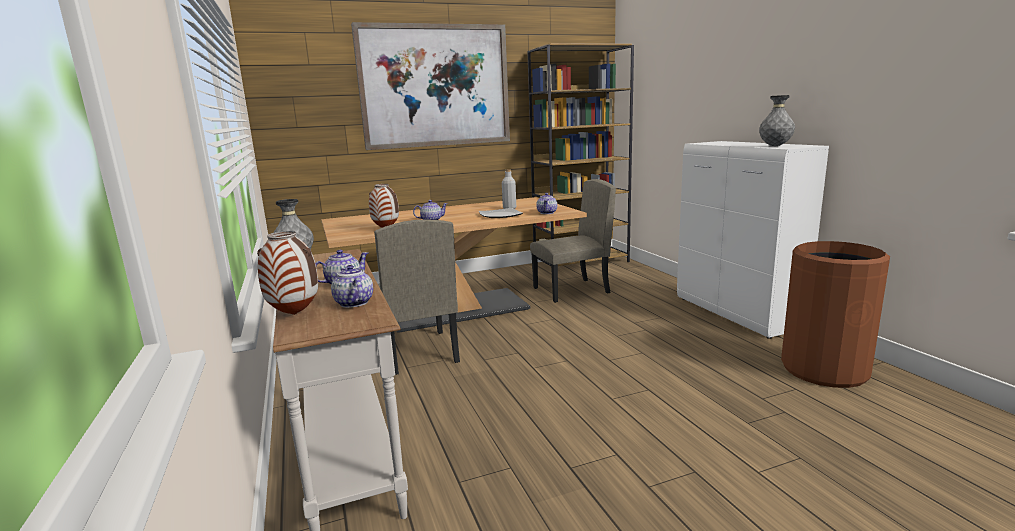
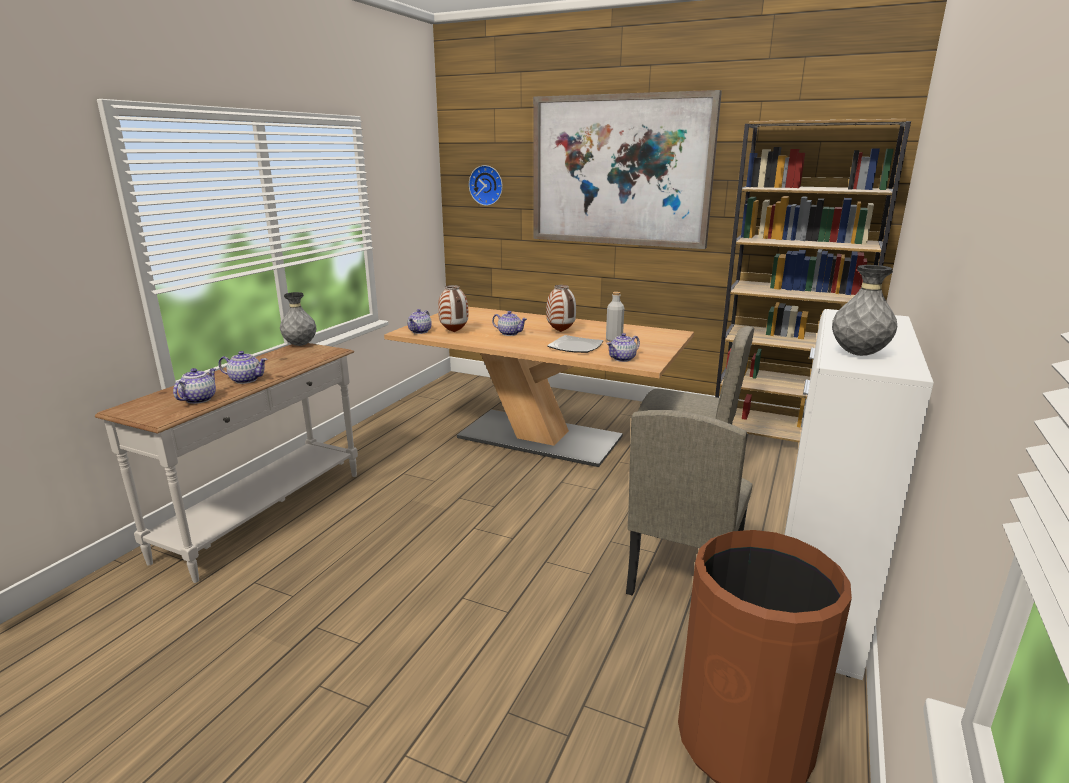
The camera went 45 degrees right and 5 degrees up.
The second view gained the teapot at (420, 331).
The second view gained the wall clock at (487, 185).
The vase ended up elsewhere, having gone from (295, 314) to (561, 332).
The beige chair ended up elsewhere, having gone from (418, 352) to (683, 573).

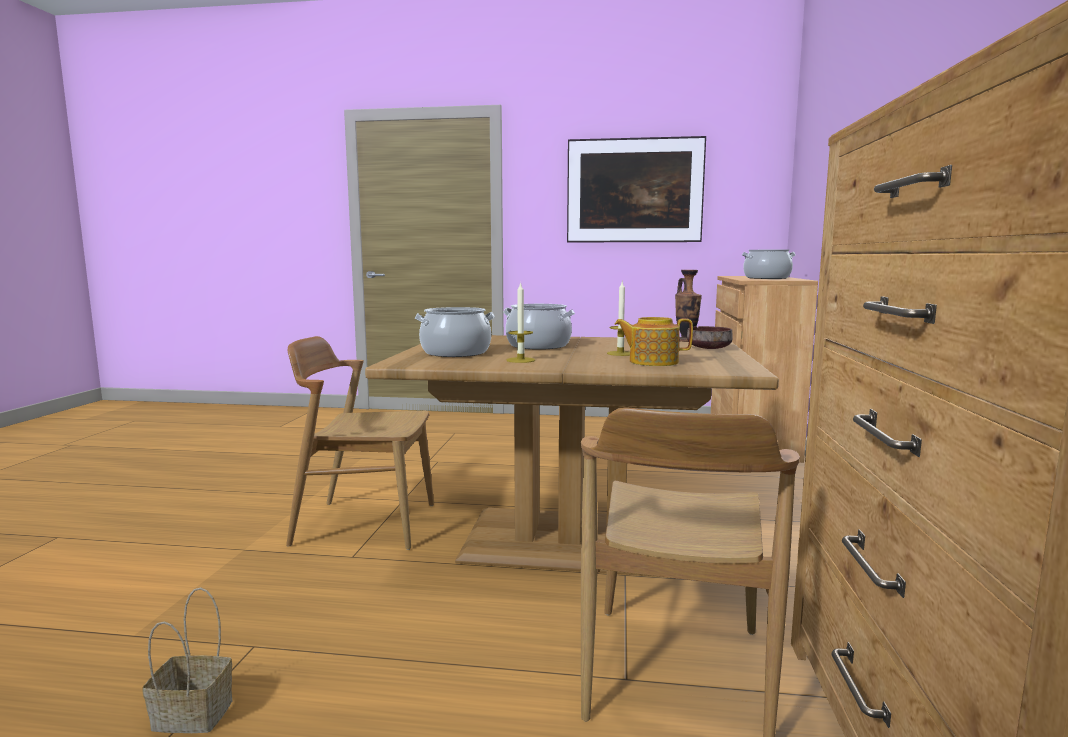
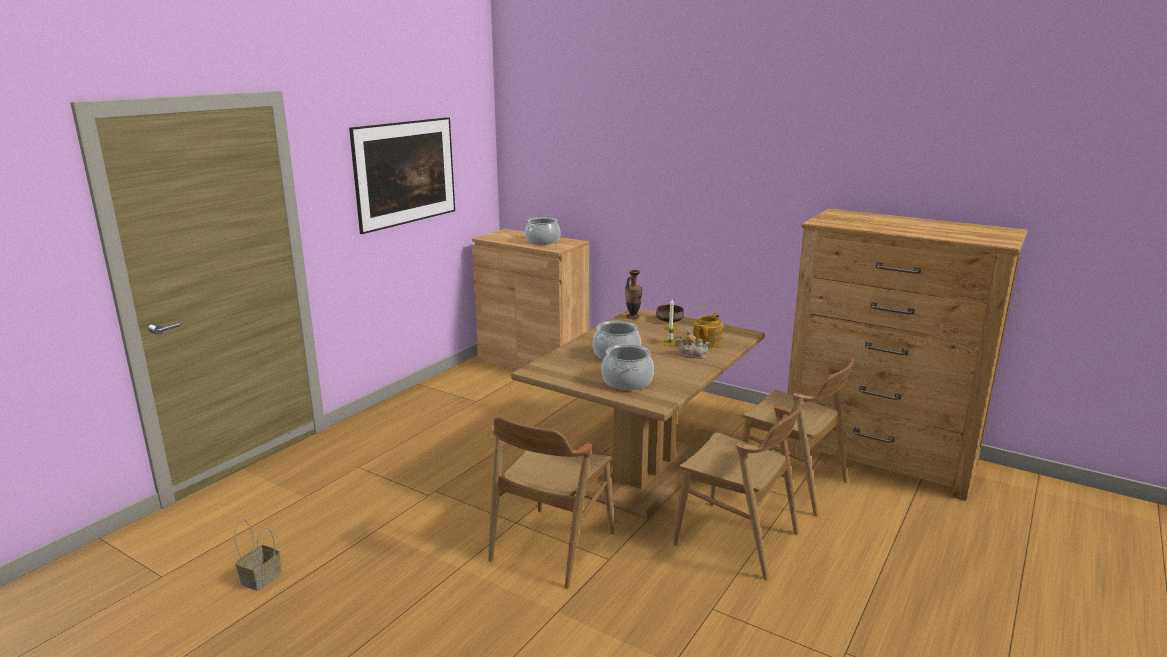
The camera went 65 degrees left and 10 degrees up.
The basket ended up elsewhere, having gone from (196, 714) to (261, 577).
The second view gained the brown chair at (736, 539).
The second view gained the teapot at (692, 355).
The second view lost the candle at (520, 360).

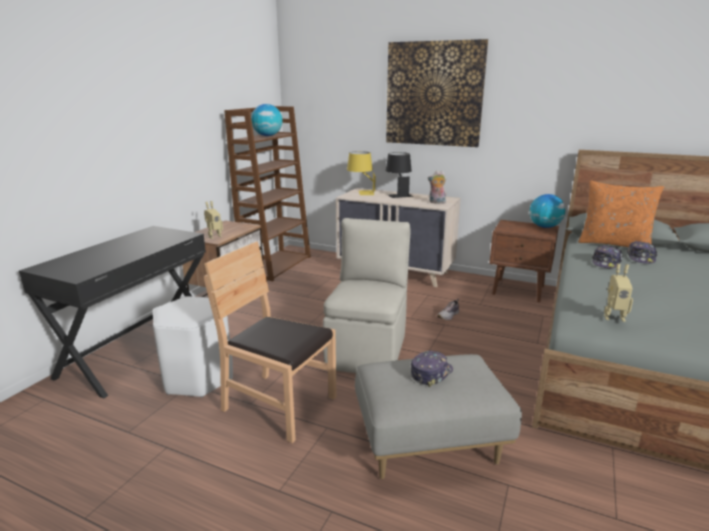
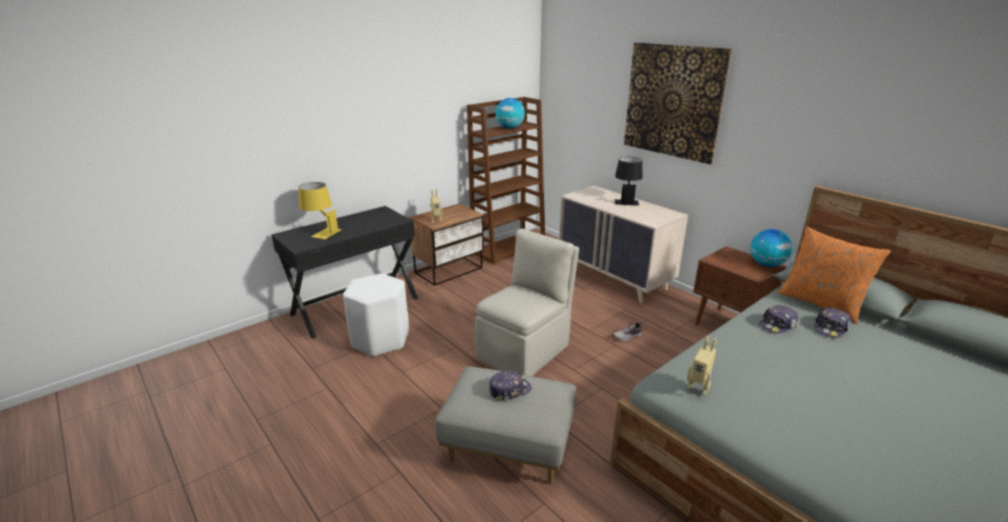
The camera went 25 degrees right and 5 degrees up.
The yellow table lamp ended up elsewhere, having gone from (361, 192) to (321, 232).
The second view lost the brown chair at (279, 404).
The second view lost the plush toy at (436, 202).

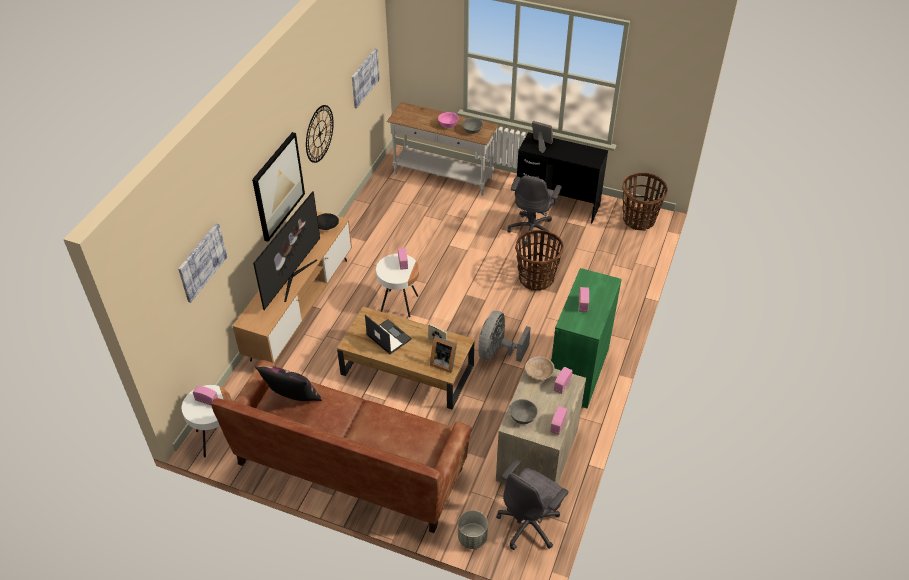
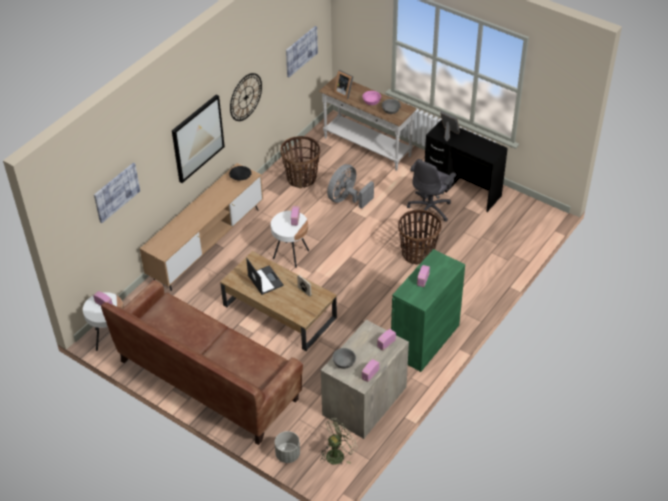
The camera went 15 degrees right and 0 degrees up.
The basket ended up elsewhere, having gone from (638, 220) to (301, 178).
Where the grey office chair stood at (529, 524), the green fan came to stand at (338, 454).
The grey fan ended up elsewhere, having gone from (497, 352) to (347, 199).
The picture frame ended up elsewhere, having gone from (443, 362) to (344, 92).
The second view lost the television at (292, 278).
The second view lost the pillow at (293, 398).
The second view lost the beige bowl at (539, 372).

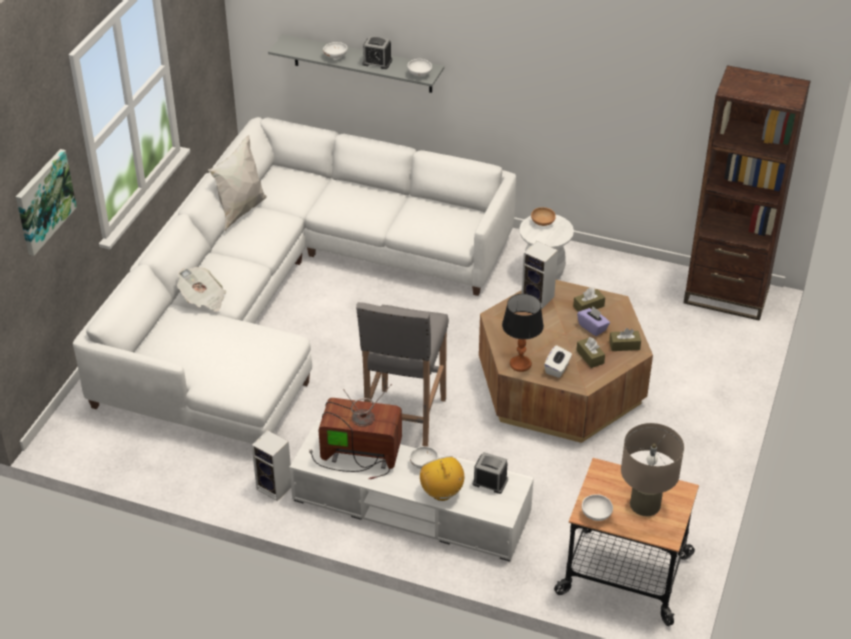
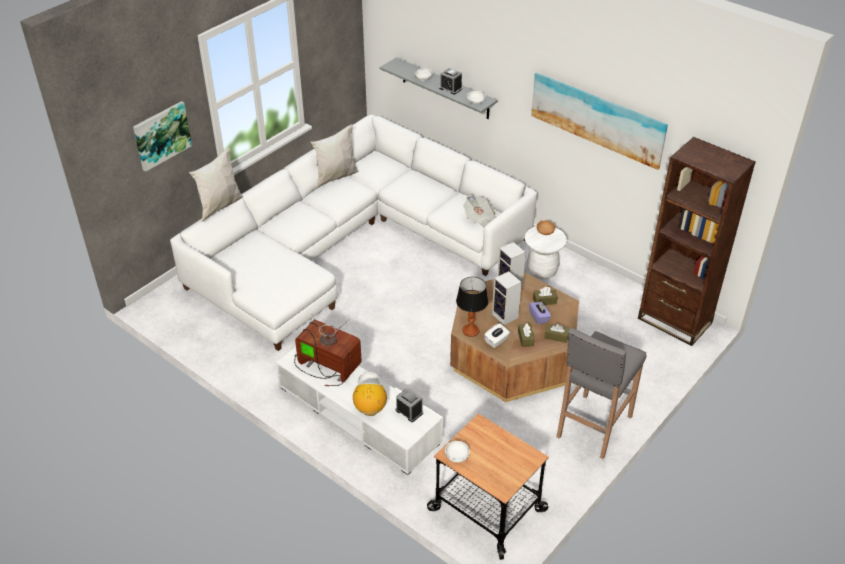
The camera went 20 degrees right and 0 degrees up.
The second view gained the white pillow at (220, 206).
The newspaper ended up elsewhere, having gone from (203, 299) to (479, 219).
The speaker ended up elsewhere, having gone from (276, 488) to (506, 316).
The second view gained the picture at (597, 118).
The grey stool ended up elsewhere, having gone from (404, 423) to (593, 427).
The second view lost the beige table lamp at (645, 504).

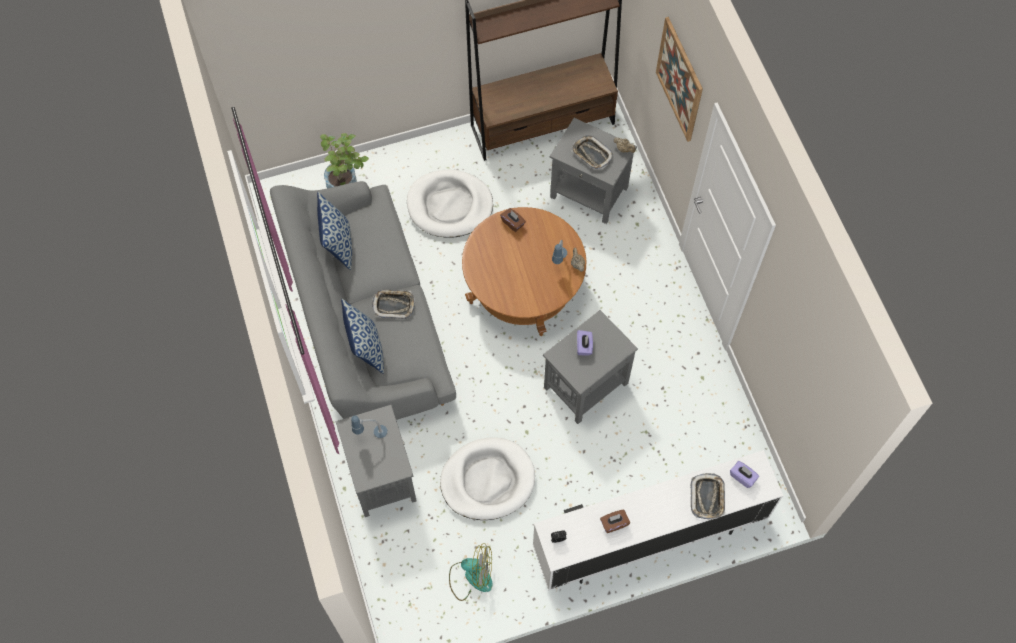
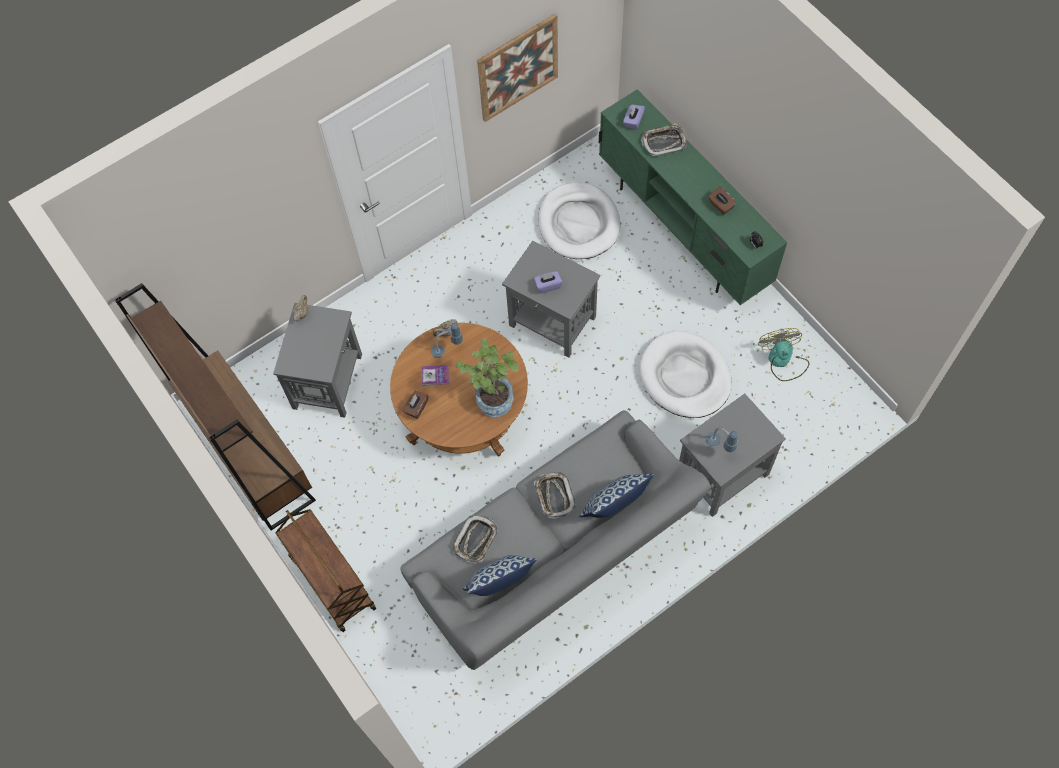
The camera went 105 degrees left and 0 degrees up.
The second view gained the brown cart at (331, 582).
The second view gained the book at (435, 375).
The tray ended up elsewhere, having gone from (591, 154) to (476, 540).
The potted plant ended up elsewhere, having gone from (346, 184) to (492, 396).
The picture ended up elsewhere, having gone from (679, 79) to (518, 67).
The white dog bed ended up elsewhere, having gone from (449, 206) to (578, 223).
What was the white tv stand at (647, 539) turned into the green tv stand at (683, 230).

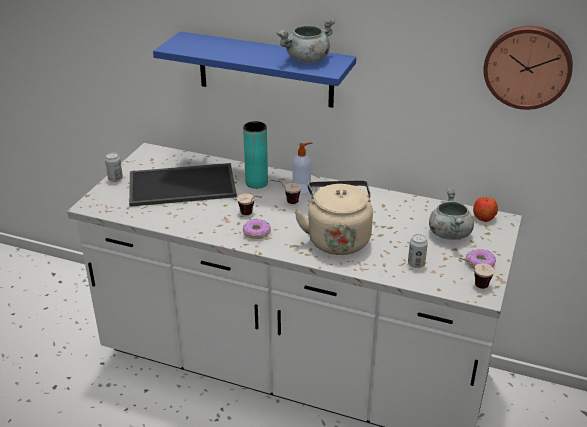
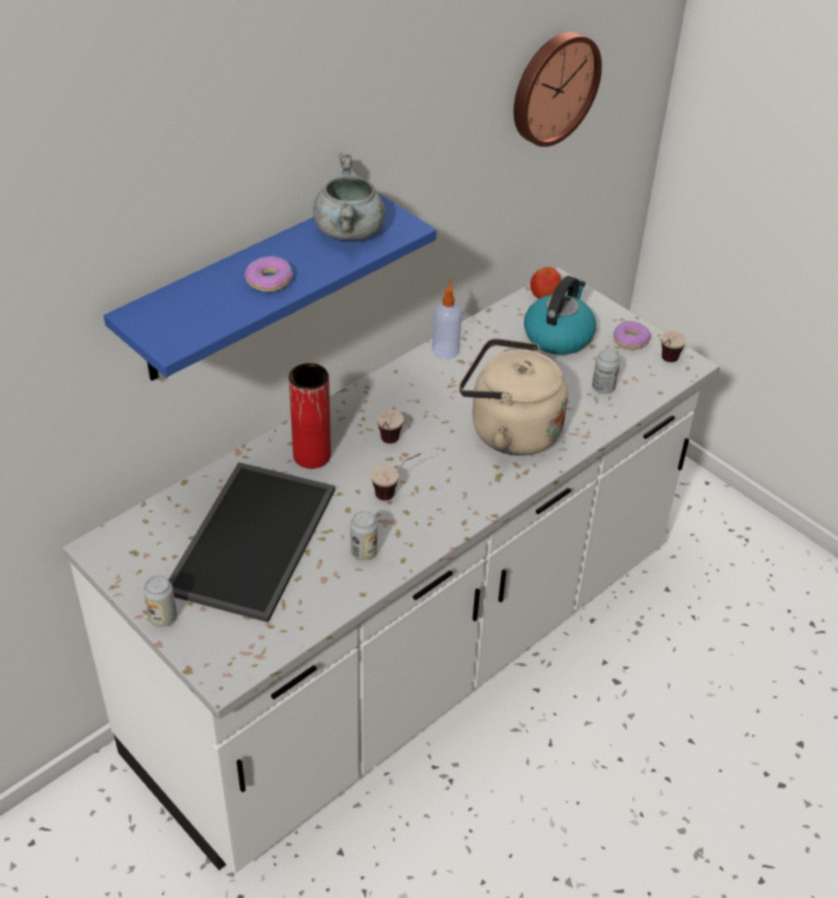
The camera went 65 degrees left and 10 degrees up.
The donut ended up elsewhere, having gone from (256, 232) to (269, 280).
What was the turquoise vase at (256, 183) turned into the red vase at (312, 456).
The second view gained the can at (363, 552).
The soap dispenser ended up elsewhere, having gone from (302, 188) to (445, 350).
Where the grey cooking pot stood at (448, 233), the kettle came to stand at (558, 336).

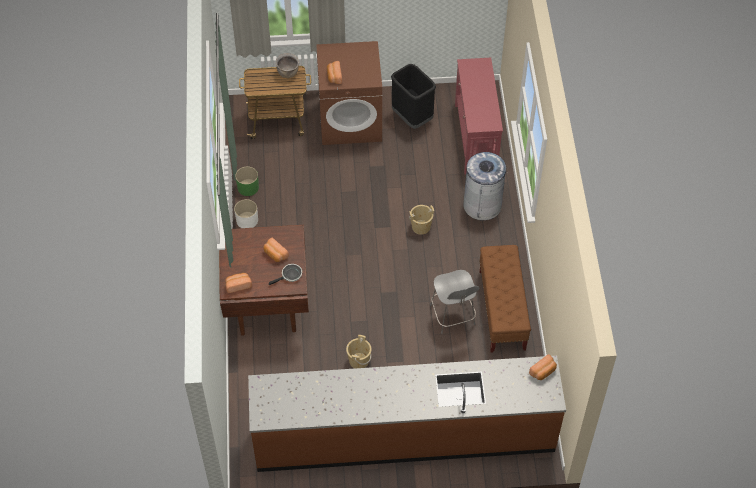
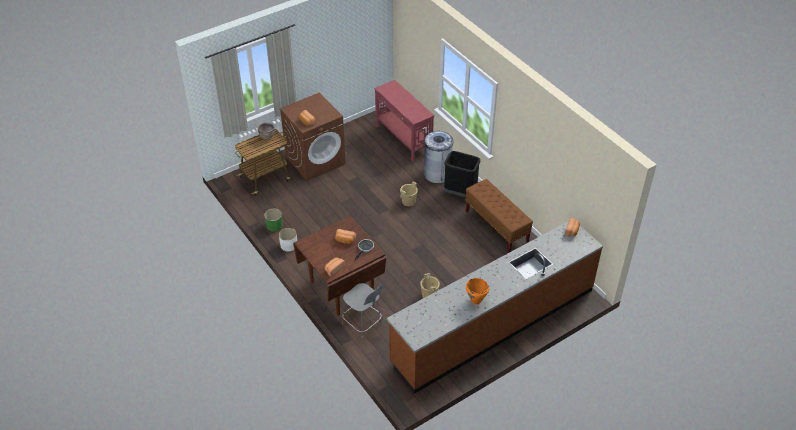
The camera went 30 degrees left and 10 degrees down.
The grey chair ended up elsewhere, having gone from (453, 316) to (363, 324).
The black trash can ended up elsewhere, having gone from (412, 117) to (460, 193).
The second view gained the orange cooking pot at (476, 301).

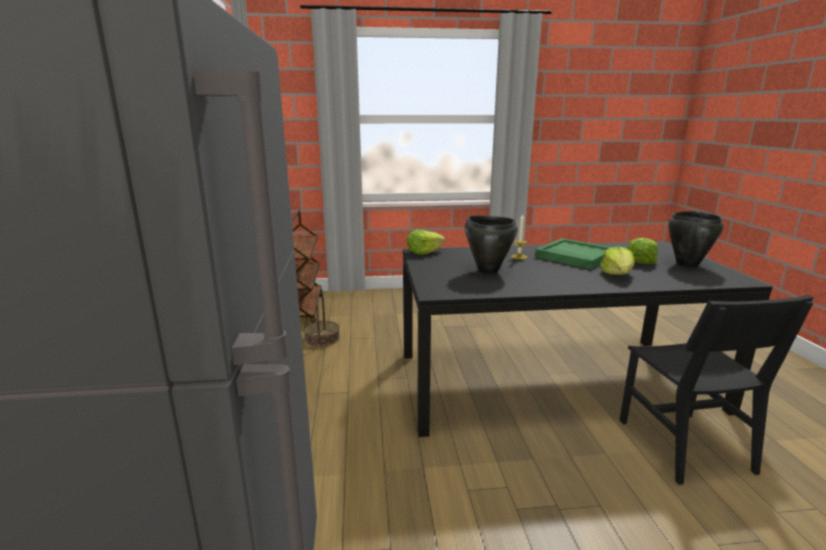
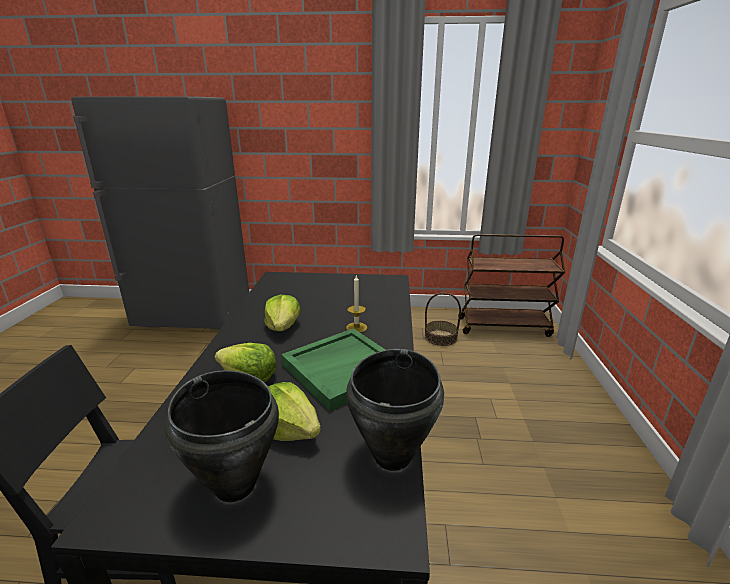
The camera went 100 degrees right and 5 degrees up.
The lettuce ended up elsewhere, having gone from (423, 252) to (283, 327).
The black cooking pot ended up elsewhere, having gone from (487, 271) to (393, 456).

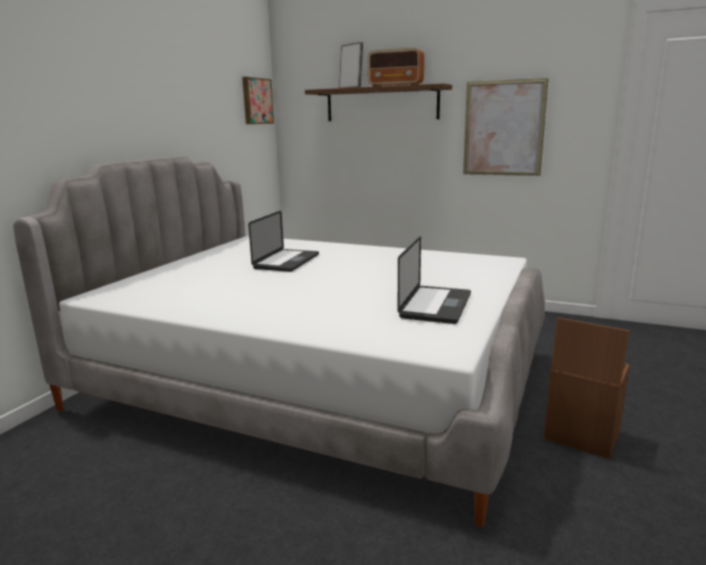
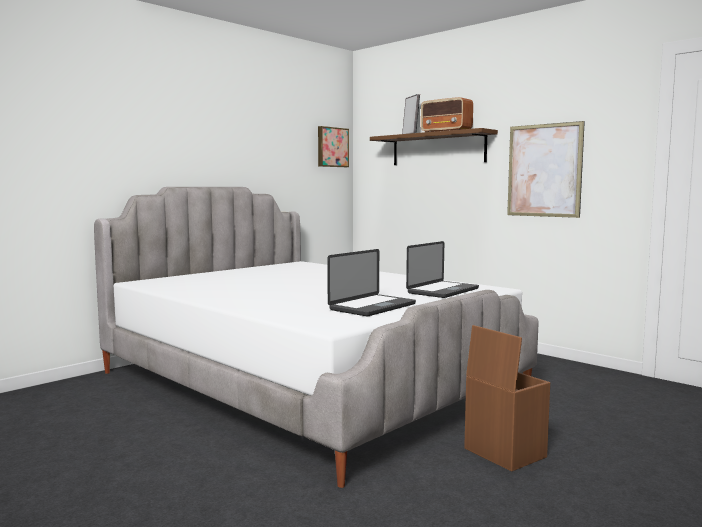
The camera went 20 degrees right and 10 degrees down.
The laptop ended up elsewhere, having gone from (286, 261) to (443, 291).

